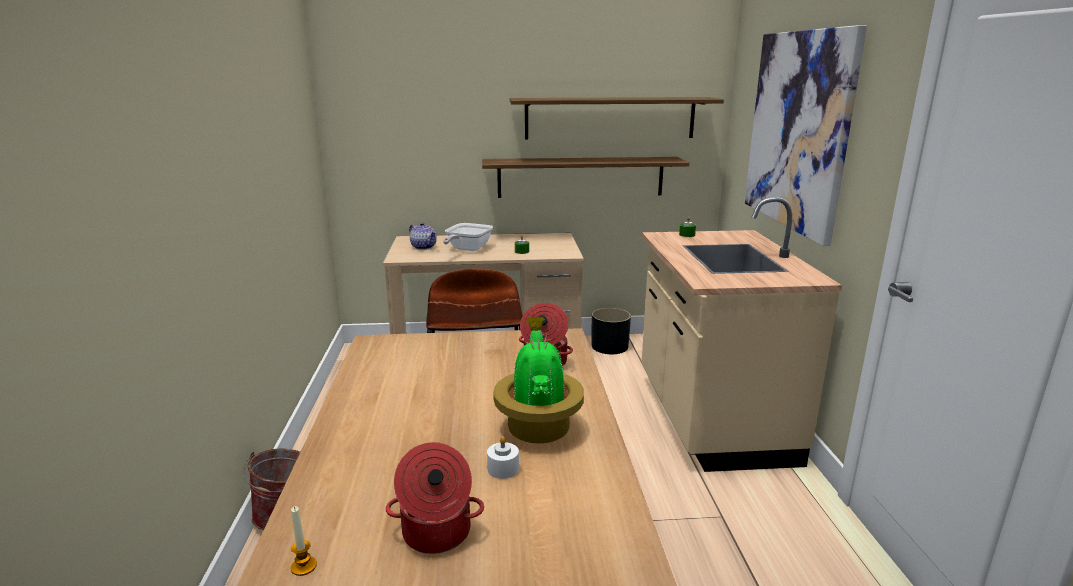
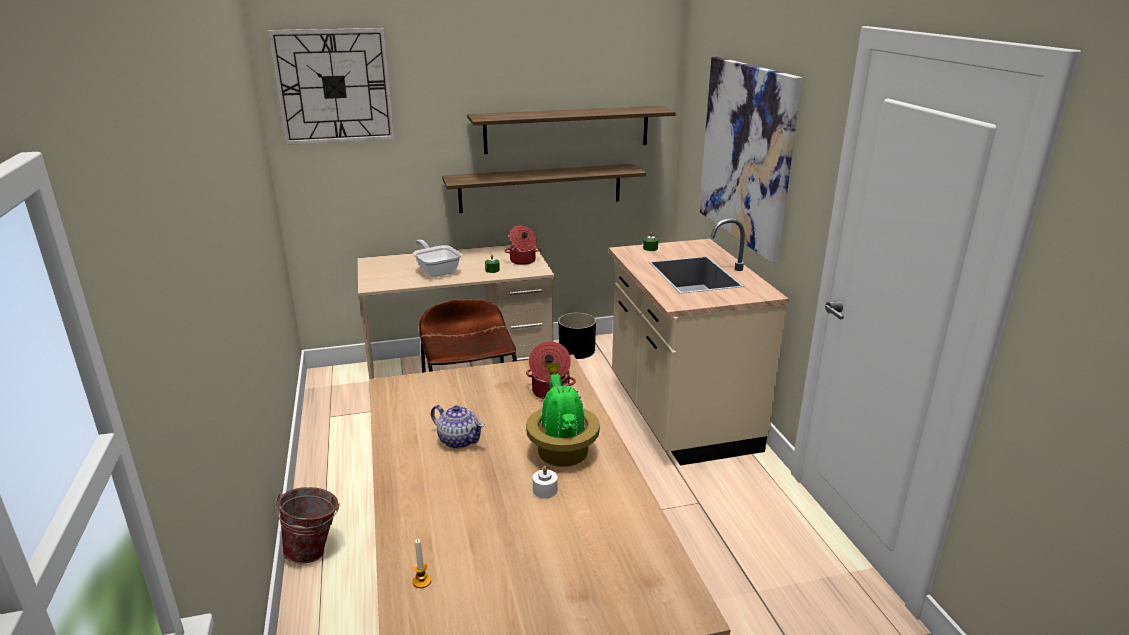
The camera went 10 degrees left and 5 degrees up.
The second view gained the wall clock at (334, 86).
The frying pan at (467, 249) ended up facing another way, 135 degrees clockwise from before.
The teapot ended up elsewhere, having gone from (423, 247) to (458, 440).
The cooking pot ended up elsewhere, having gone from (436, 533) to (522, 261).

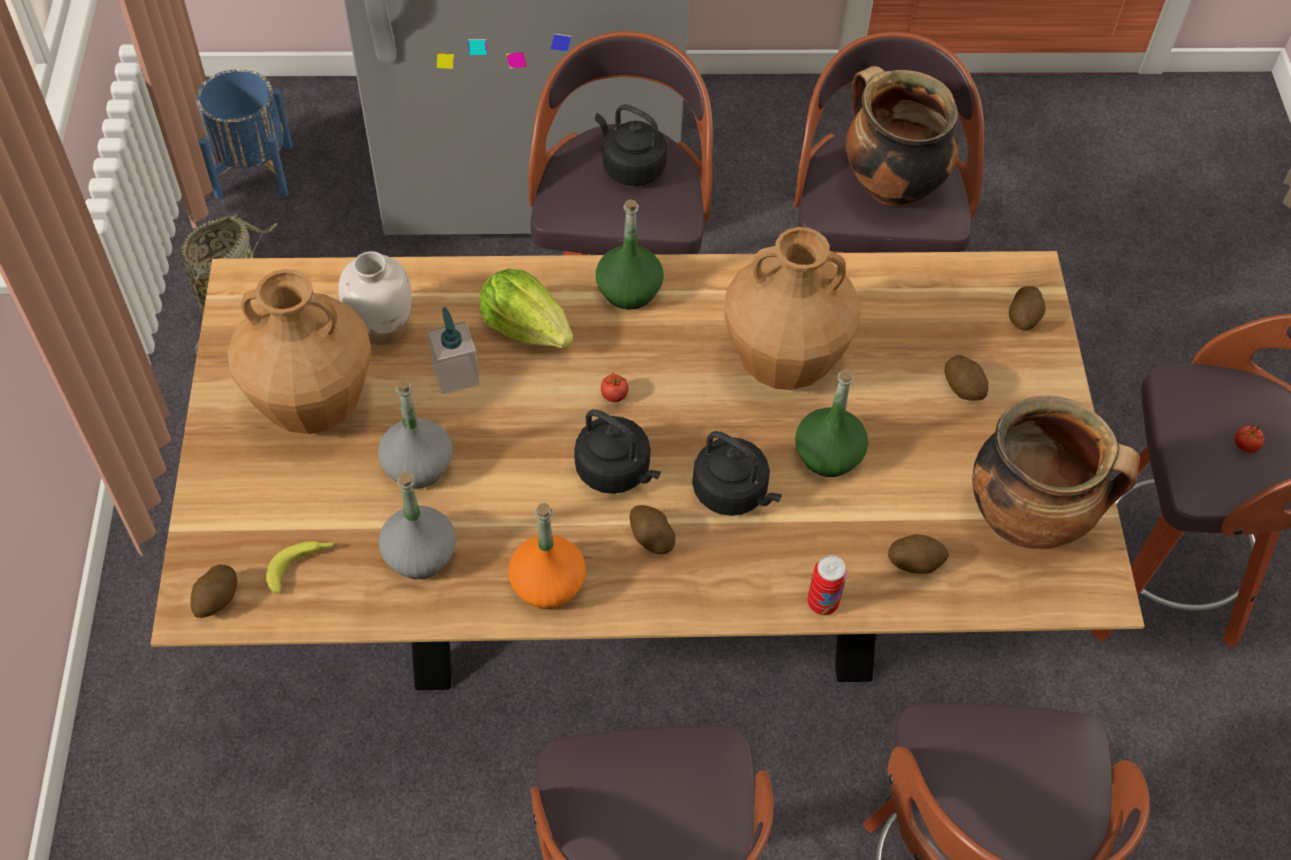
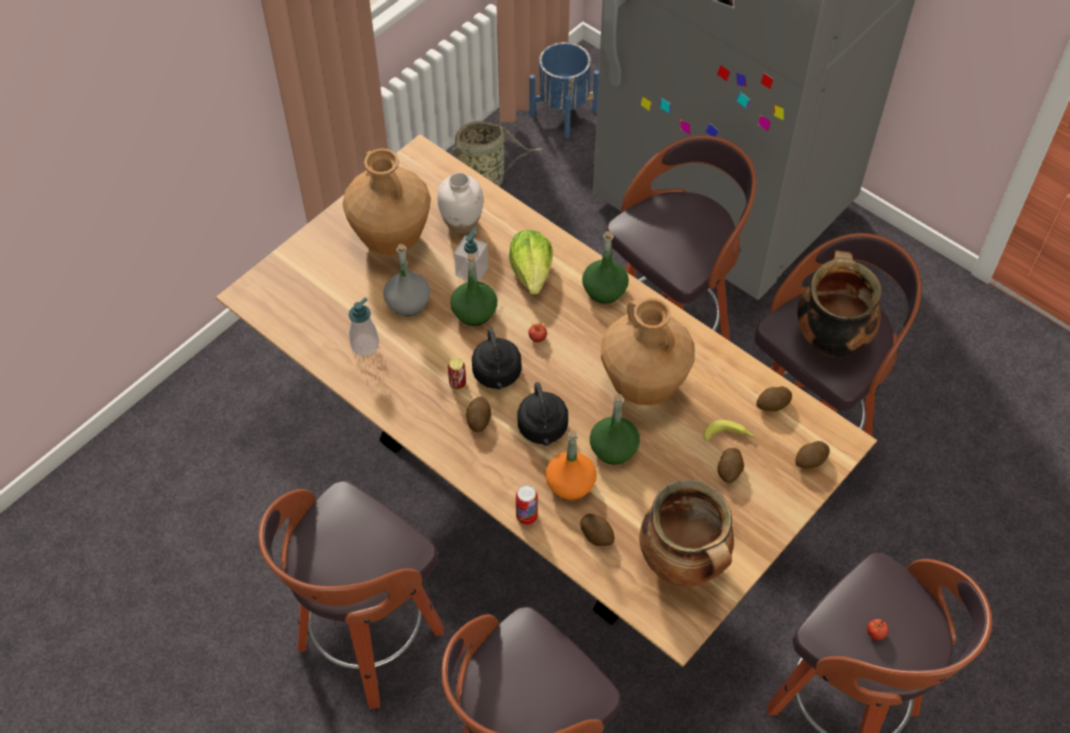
The camera went 45 degrees right and 0 degrees up.
Where the grey bottle stood at (420, 555), the soap dispenser came to stand at (365, 345).
The second view gained the can at (457, 384).
The second view gained the green bottle at (474, 312).
The orange bottle ended up elsewhere, having gone from (547, 584) to (570, 484).
The banana ended up elsewhere, having gone from (302, 566) to (728, 436).
The potato ended up elsewhere, having gone from (217, 599) to (772, 405).
The second view lost the black kettle at (630, 167).

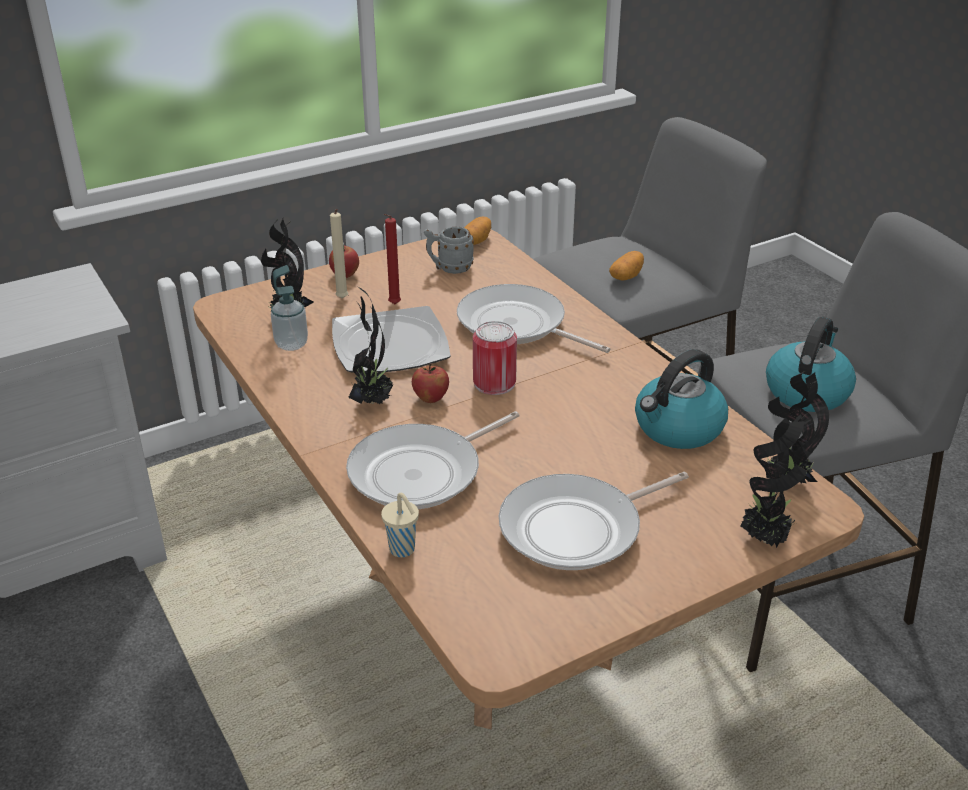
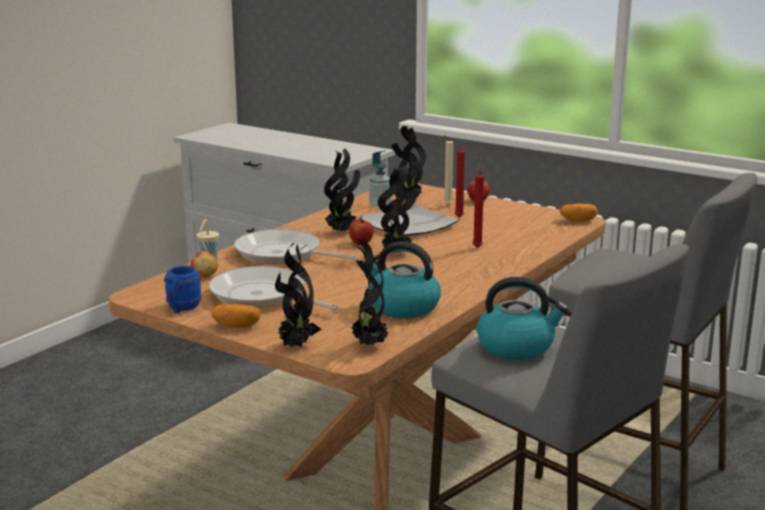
The camera went 65 degrees right and 15 degrees down.
The second view gained the blue mug at (181, 309).
The second view gained the apple at (205, 275).
The potato ended up elsewhere, having gone from (626, 276) to (236, 326).
Where the can stood at (494, 383), the potted plant came to stand at (397, 254).
Where the frying pan stood at (516, 325), the red candle came to stand at (477, 248).
The second view lost the grey mug at (449, 268).

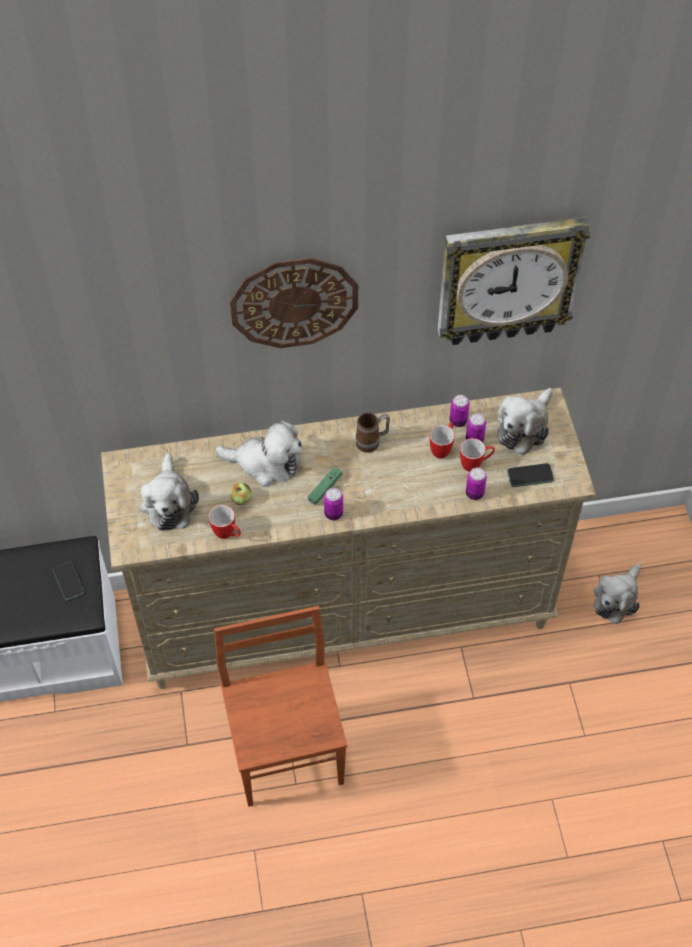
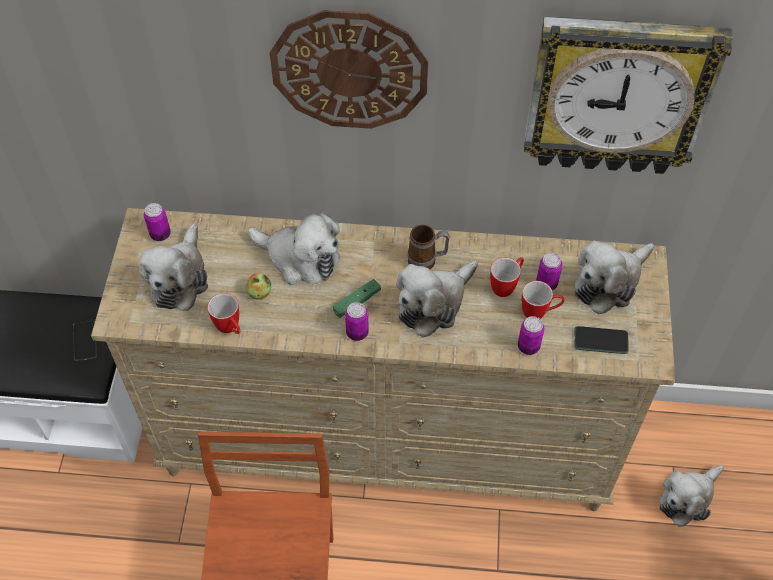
The camera went 15 degrees right and 0 degrees up.
The can ended up elsewhere, having gone from (458, 421) to (160, 234).
The second view gained the plush toy at (434, 304).

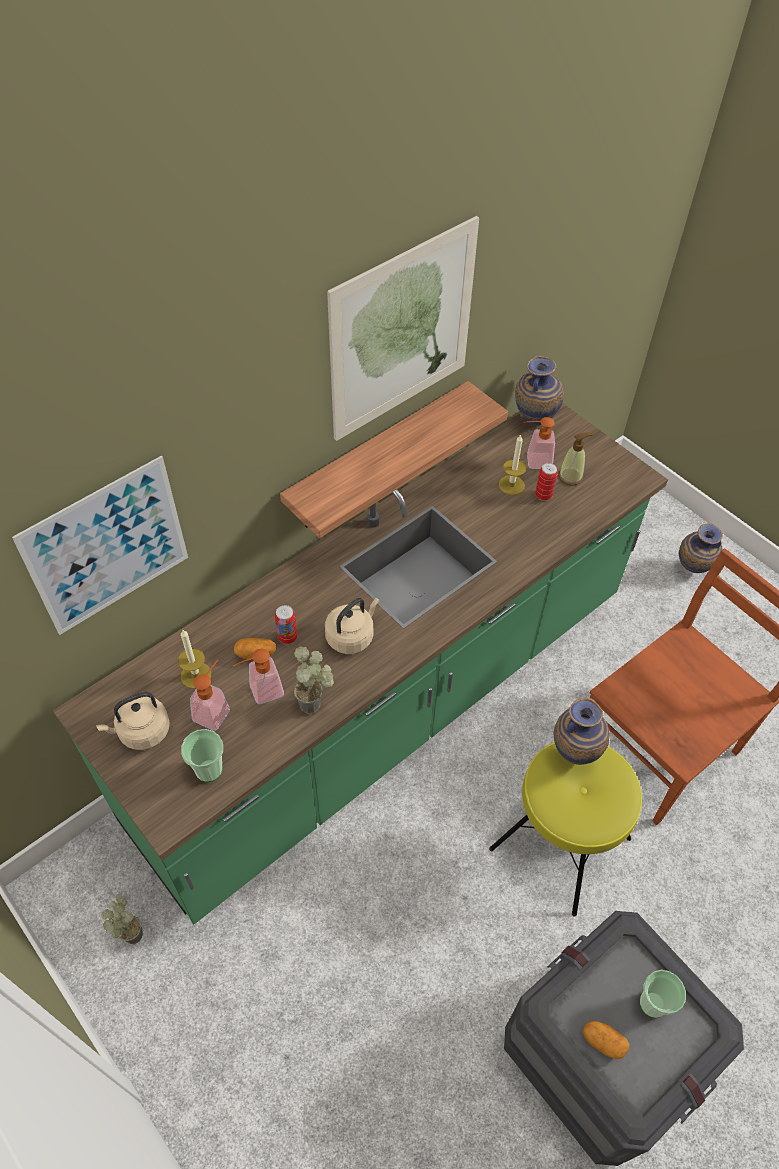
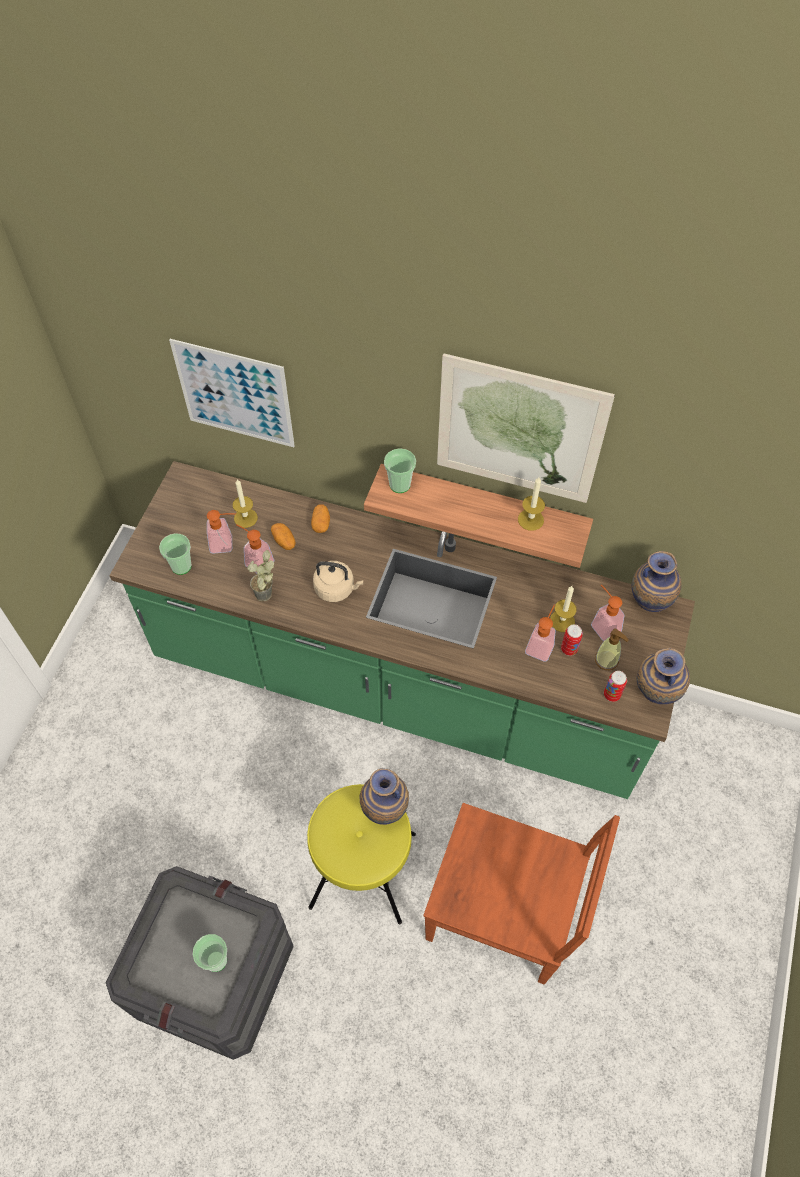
The camera went 60 degrees right and 5 degrees up.
The potato ended up elsewhere, having gone from (603, 1041) to (321, 523).
The second view gained the cup at (400, 484).
The second view gained the candle at (530, 519).
The second view gained the soap dispenser at (541, 645).
The can ended up elsewhere, having gone from (287, 637) to (611, 695).
The vase ended up elsewhere, having gone from (691, 571) to (653, 695).
The second view lost the beige kettle at (141, 732).
The second view lost the potted plant at (130, 931).

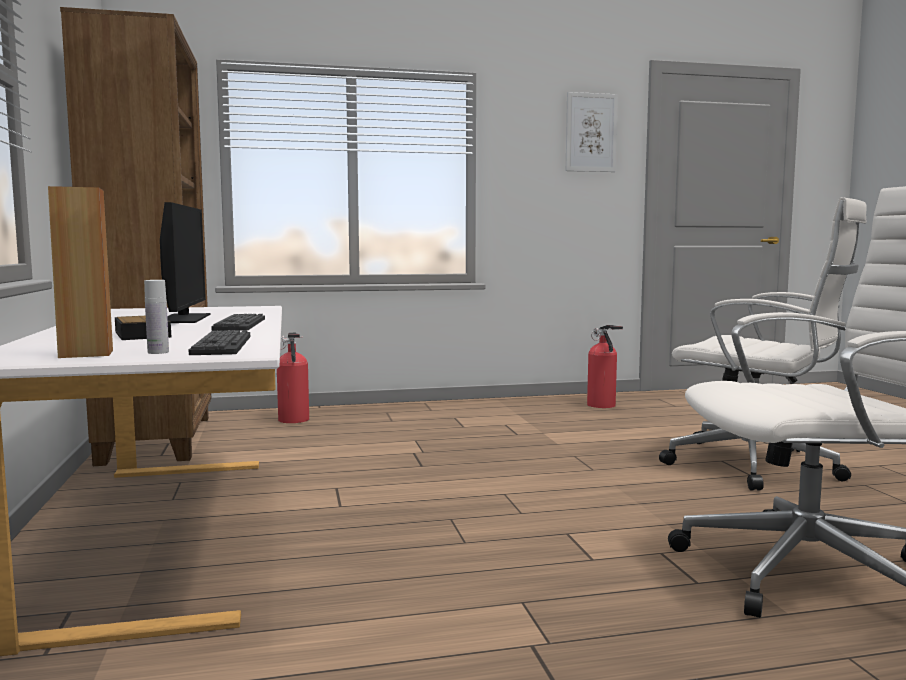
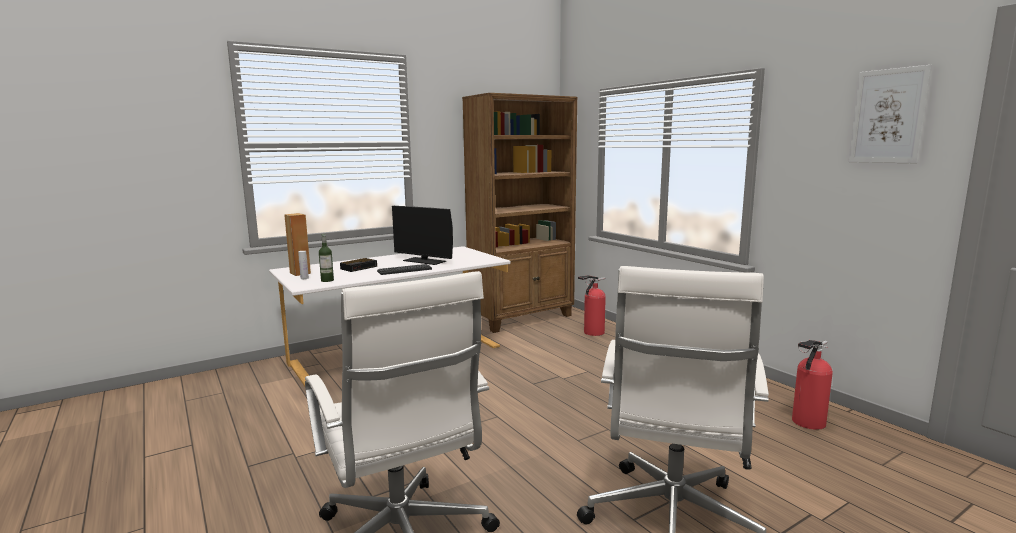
The camera went 70 degrees right and 5 degrees up.
Where the keyboard stood at (222, 345), the bottle came to stand at (327, 280).
The monitor at (184, 318) ended up facing another way, 60 degrees clockwise from before.

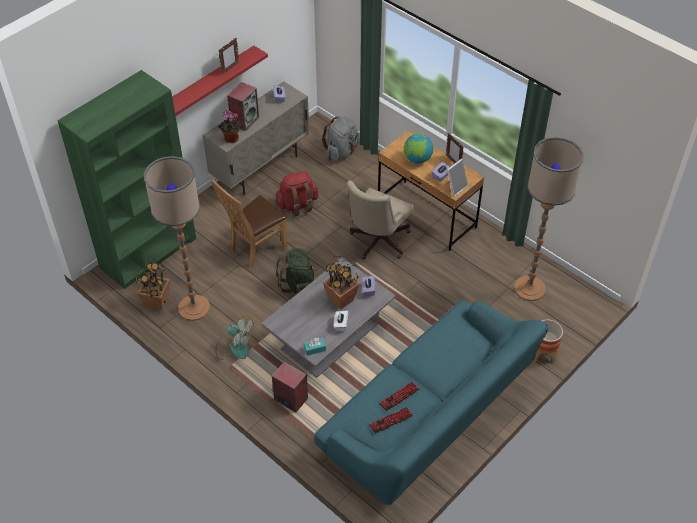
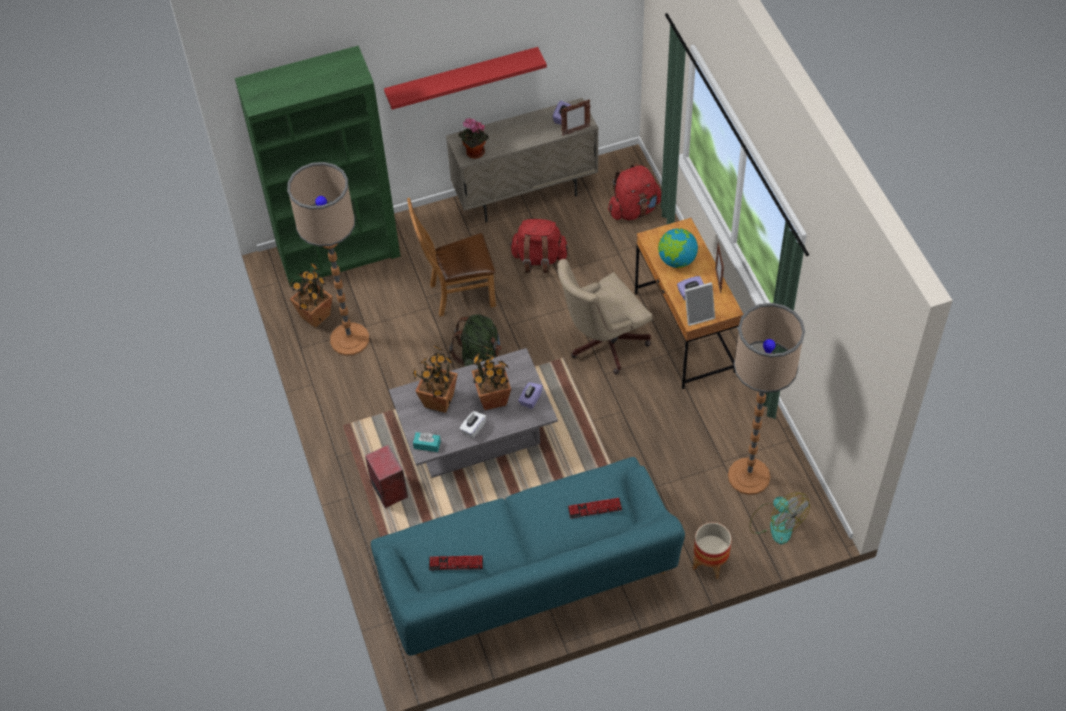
The camera went 30 degrees right and 5 degrees up.
The second view gained the potted plant at (438, 401).
The picture frame ended up elsewhere, having gone from (230, 68) to (575, 131).
The keyboard ended up elsewhere, having gone from (399, 397) to (594, 508).
What was the grey backpack at (342, 152) turned into the red backpack at (634, 209).
The fan ended up elsewhere, having gone from (234, 346) to (776, 523).
The second view lost the speaker at (244, 120).

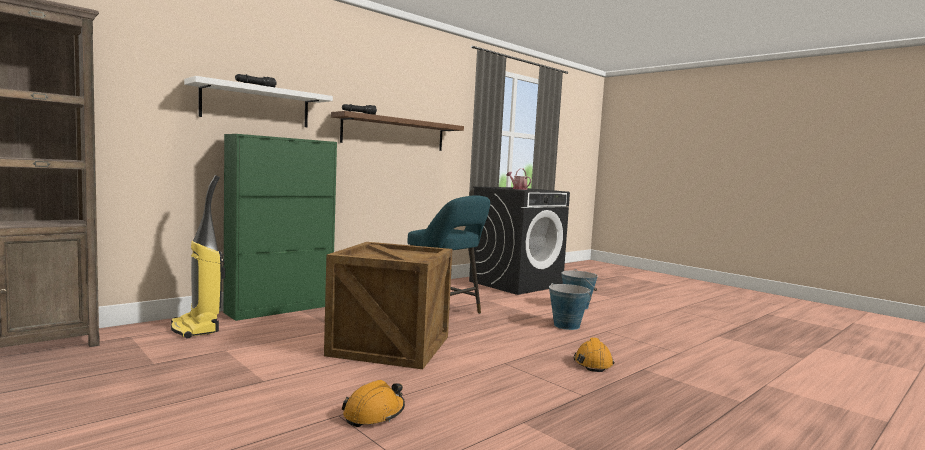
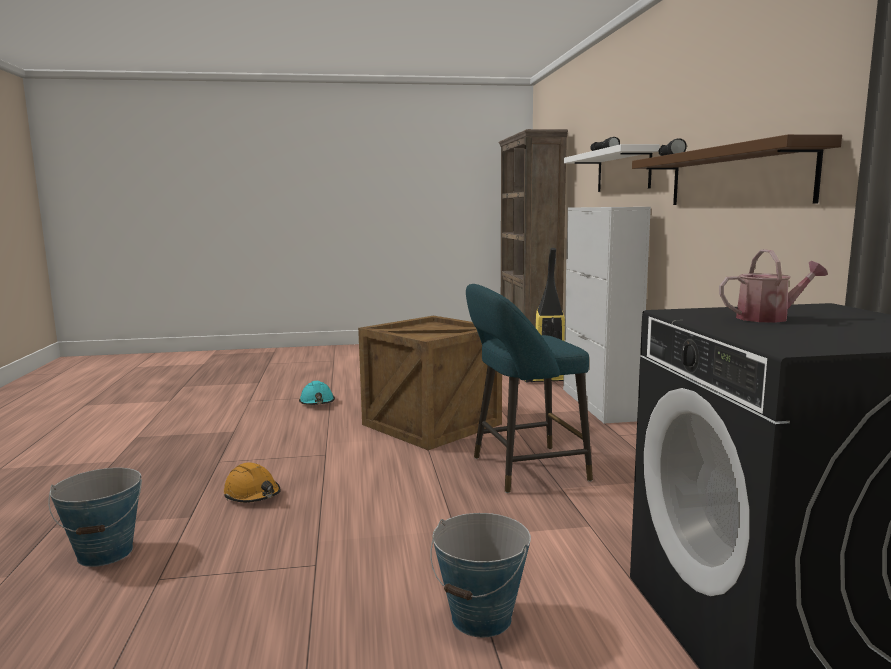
The camera went 125 degrees right and 5 degrees up.
The bucket ended up elsewhere, having gone from (566, 325) to (106, 553).
What was the orange hard hat at (374, 414) turned into the turquoise hard hat at (317, 402).
What was the green cabinet at (281, 309) turned into the white cabinet at (598, 404).

